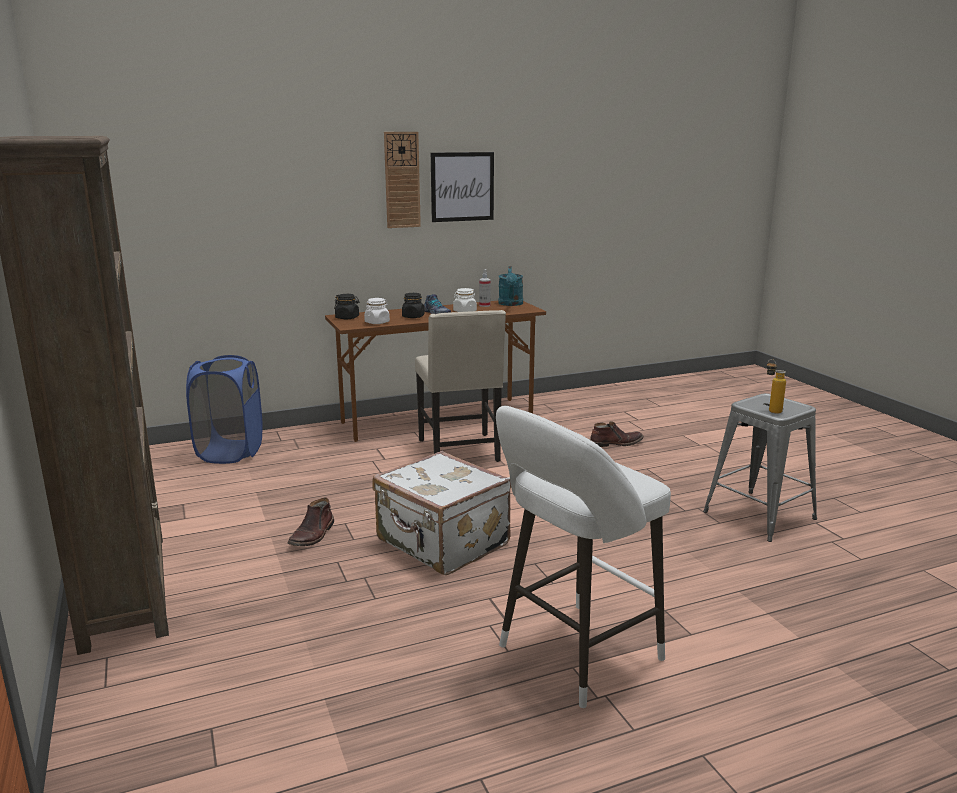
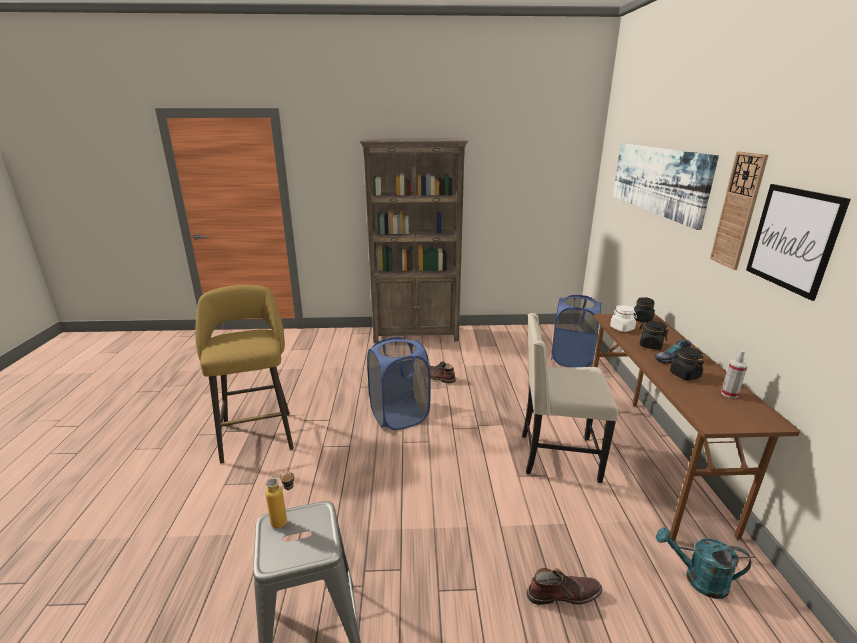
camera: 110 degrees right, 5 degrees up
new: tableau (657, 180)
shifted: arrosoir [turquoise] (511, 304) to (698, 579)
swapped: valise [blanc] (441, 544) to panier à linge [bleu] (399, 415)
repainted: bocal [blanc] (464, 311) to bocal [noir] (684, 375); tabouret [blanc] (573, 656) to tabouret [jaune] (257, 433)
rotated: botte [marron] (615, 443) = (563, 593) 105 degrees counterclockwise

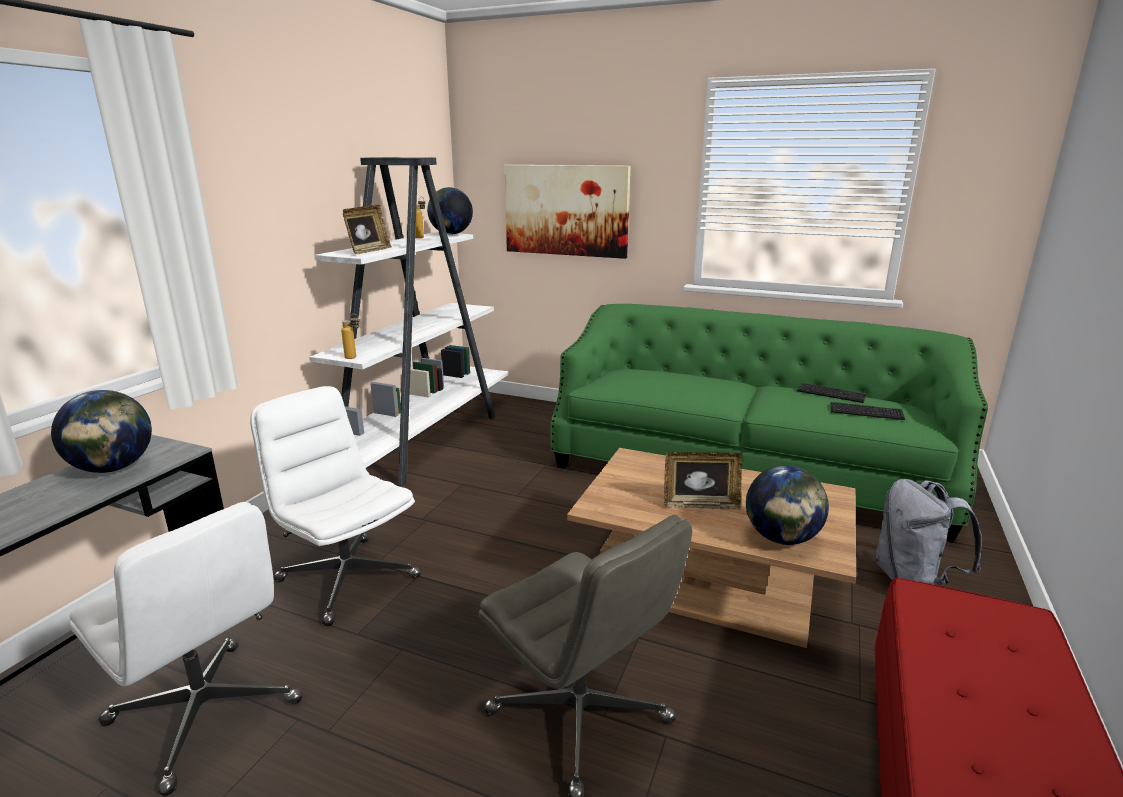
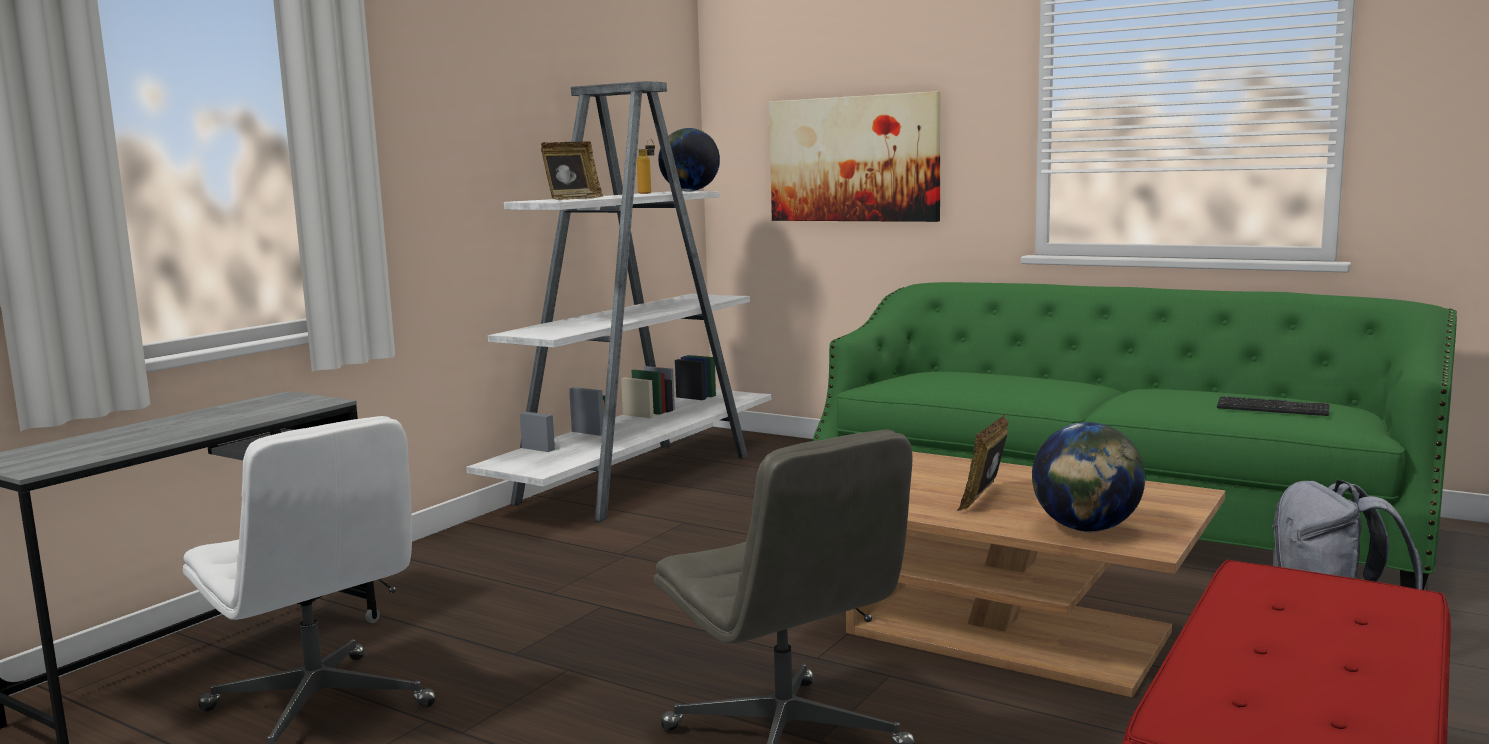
camera: 10 degrees right, 10 degrees down
gone: bouteille (354, 358); clavier (831, 394); chaise de bureau [blanc] (347, 578); globe (113, 468)
rotated: cadre photo (700, 505) = (985, 499) 105 degrees clockwise

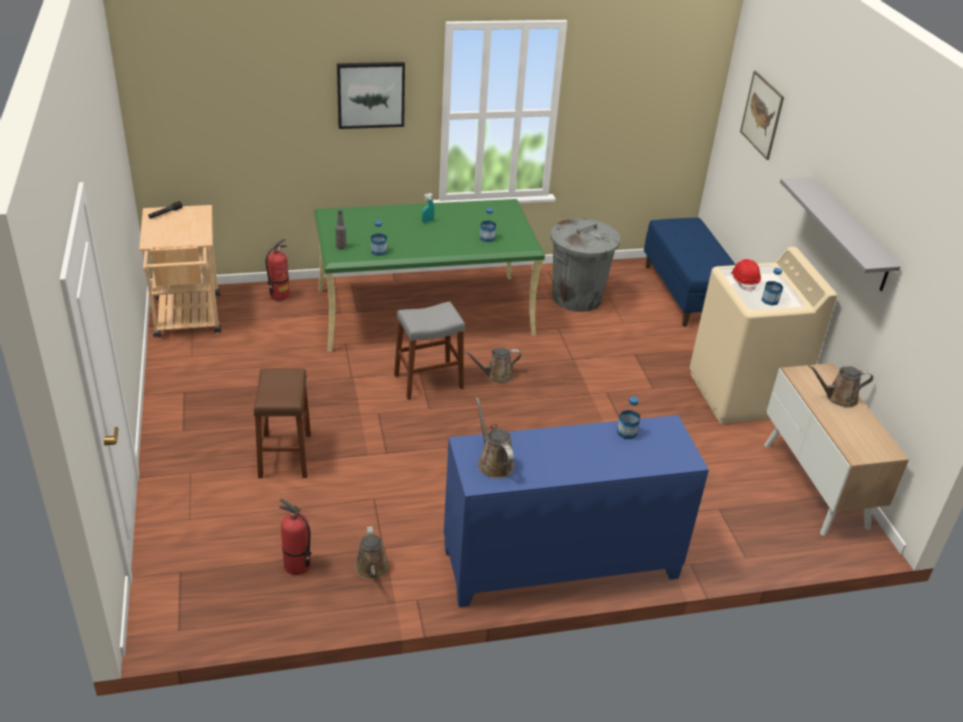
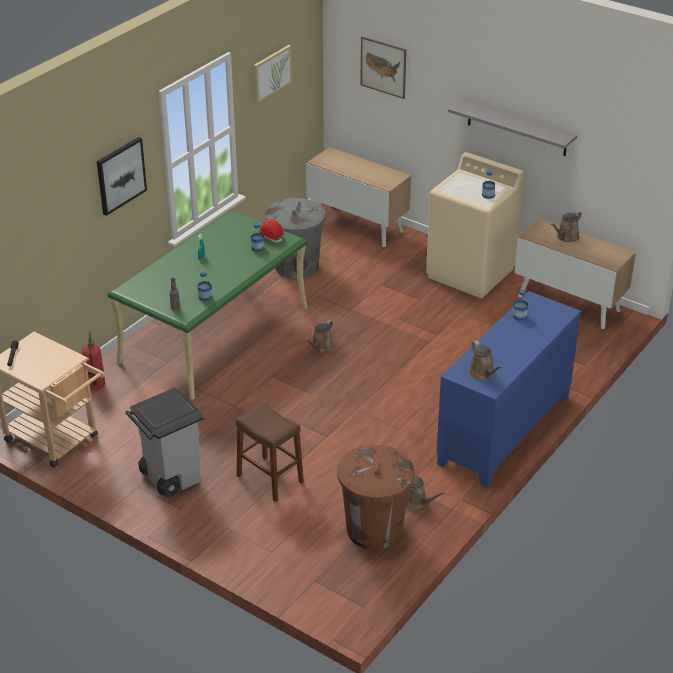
camera: 40 degrees left, 0 degrees up
gone: tabouret [gris] (428, 381)
new: tableau (271, 73); poubelle [gris] (170, 477)
shifted: casque de chantier [rouge] (744, 281) to (270, 237)
swapped: banc [bleu] (686, 293) to meuble de rangement (358, 225); extincteur (297, 565) to poubelle [marron] (374, 529)
rotated: arrosoir [marron] (493, 462) = (483, 374) 135 degrees counterclockwise

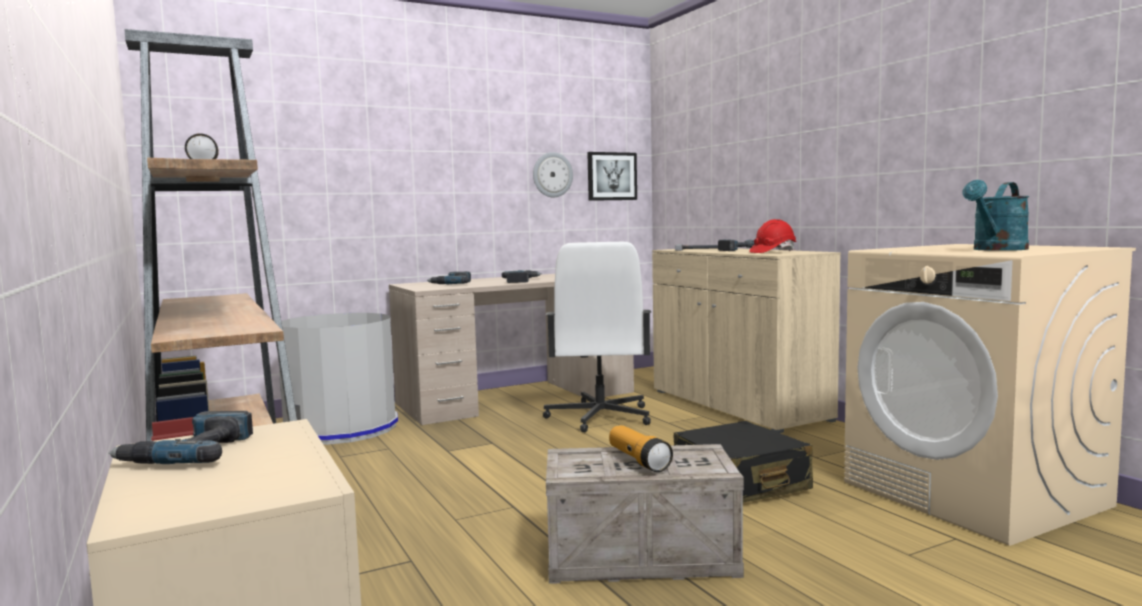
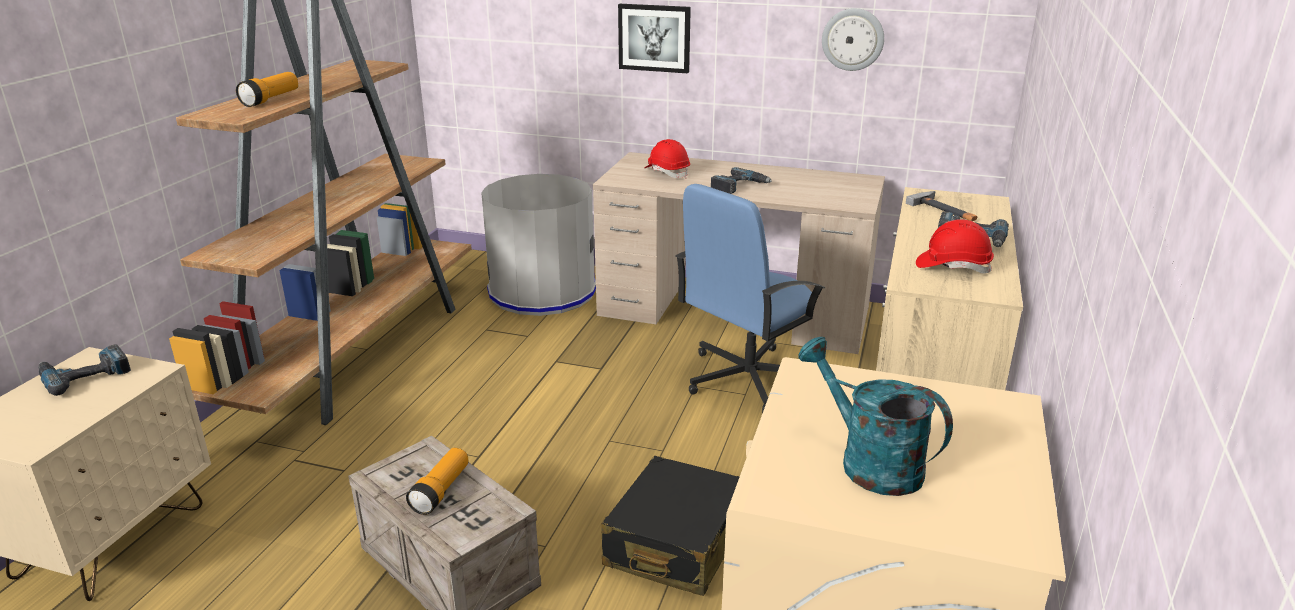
camera: 45 degrees right, 20 degrees up
shifted: tableau (611, 176) to (654, 38)
swapped: perceuse (452, 283) to casque de chantier [rouge] (667, 172)
repainted: chaise de bureau [blanc] (599, 417) to chaise de bureau [bleu] (746, 379)
rotated: arrosoir [turquoise] (996, 250) = (868, 462) 45 degrees clockwise

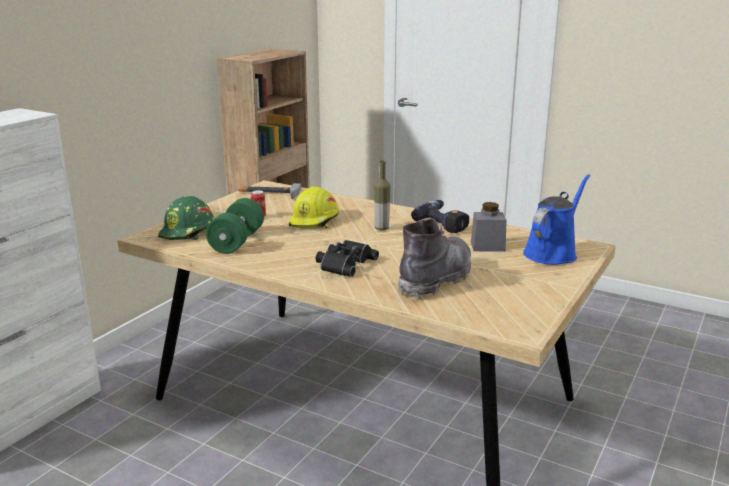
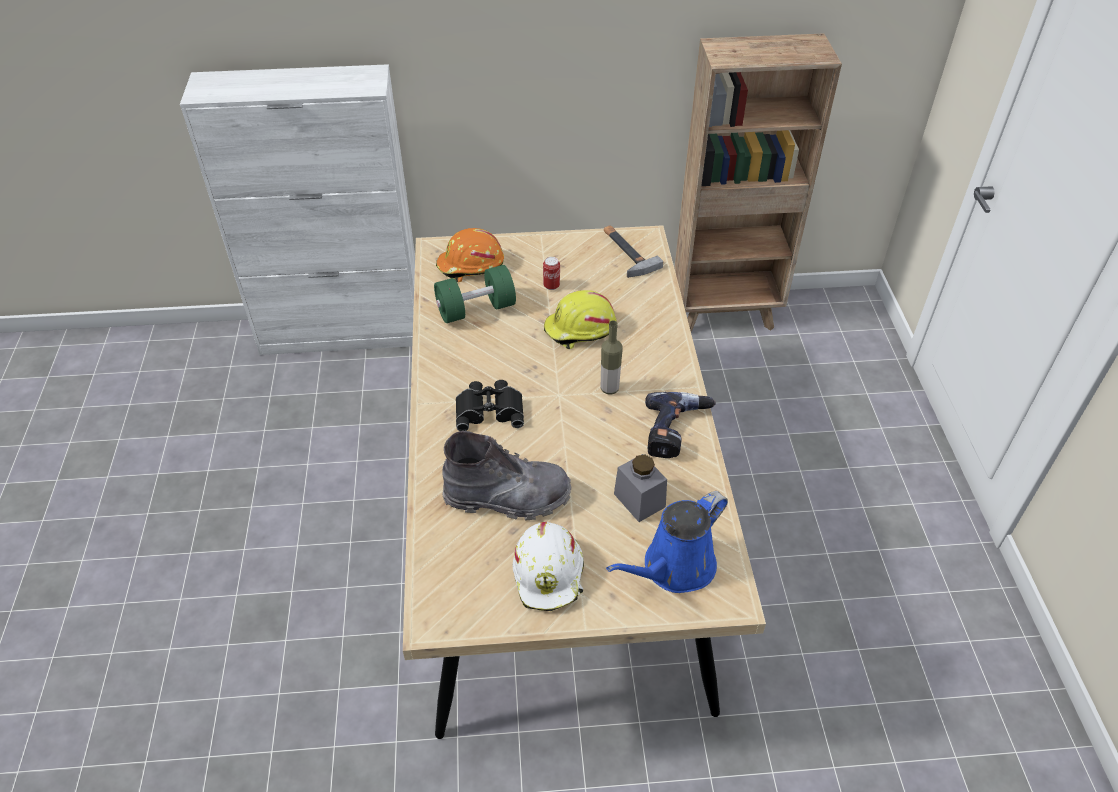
camera: 55 degrees right, 25 degrees up
new: casque de chantier [blanc] (549, 574)
repainted: casque de chantier [vert] (188, 232) to casque de chantier [orange] (470, 265)
rotated: arrosoir [bleu] (552, 253) = (674, 568) 135 degrees clockwise

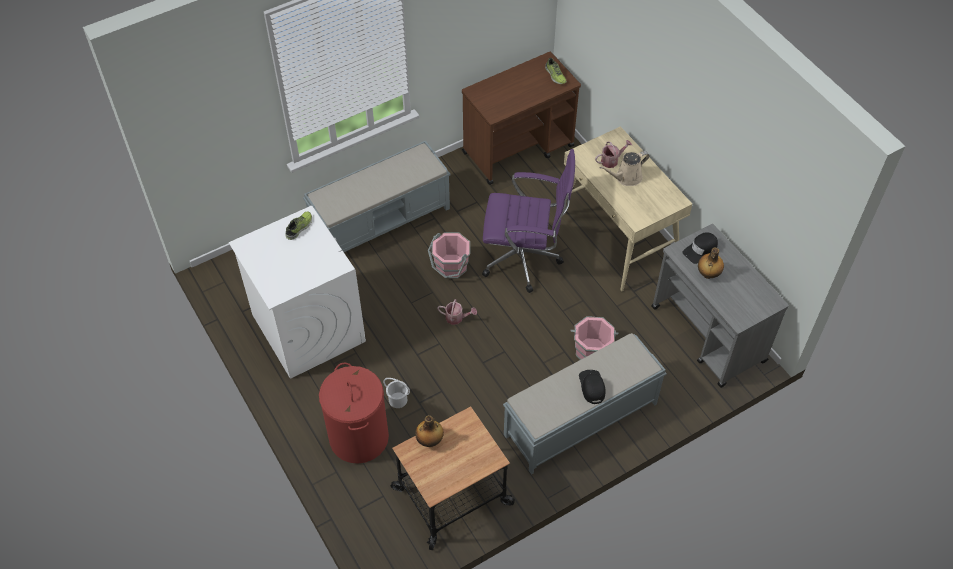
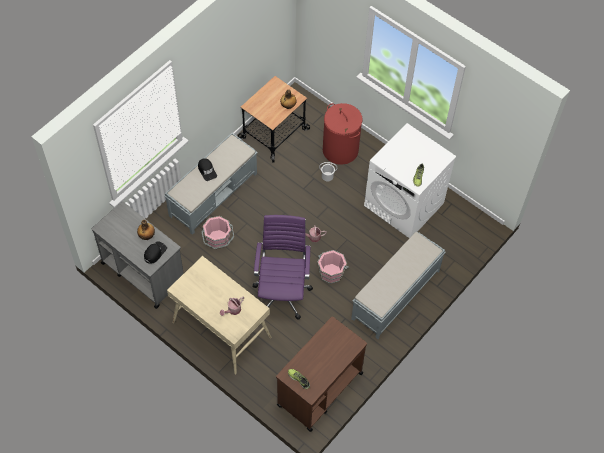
camera: 160 degrees right, 5 degrees up
gone: arrosoir [beige] (626, 178)
rotated: chaise de bureau [violet] (525, 260) = (282, 292) 105 degrees clockwise

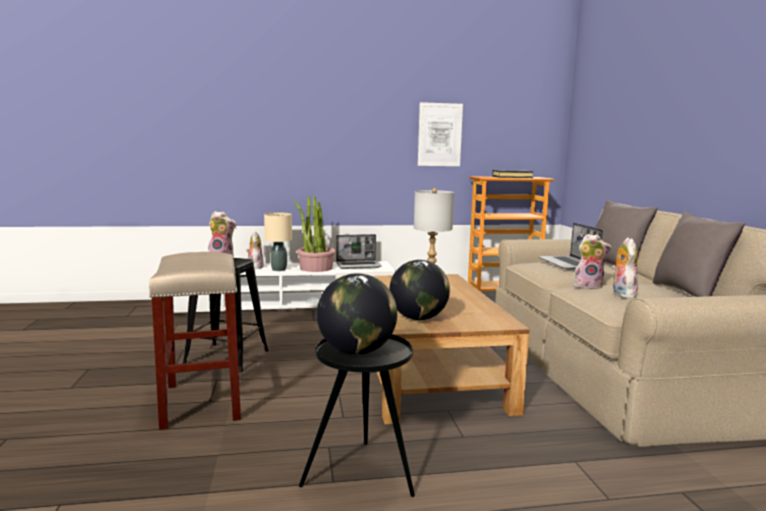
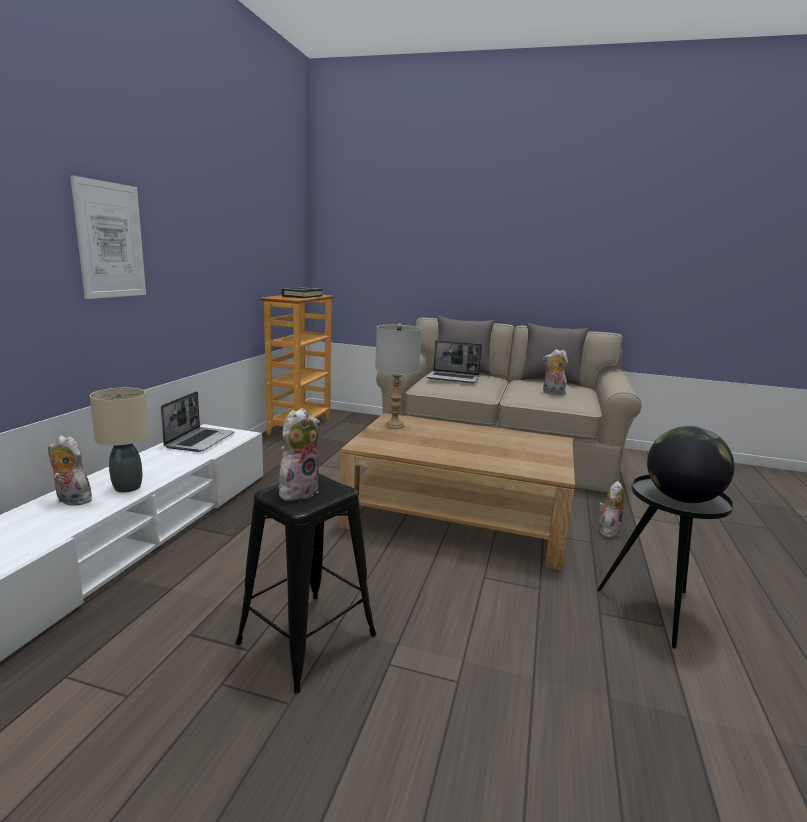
camera: 65 degrees left, 5 degrees up
gone: plante en pot (316, 268); tabouret [beige] (201, 401); globe (418, 318)
shifted: tableau (440, 134) to (110, 240); peluche (588, 286) to (607, 530)

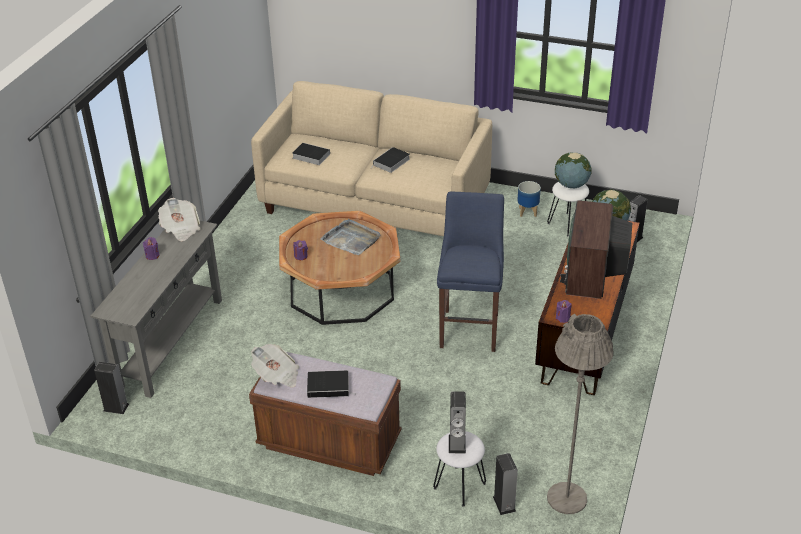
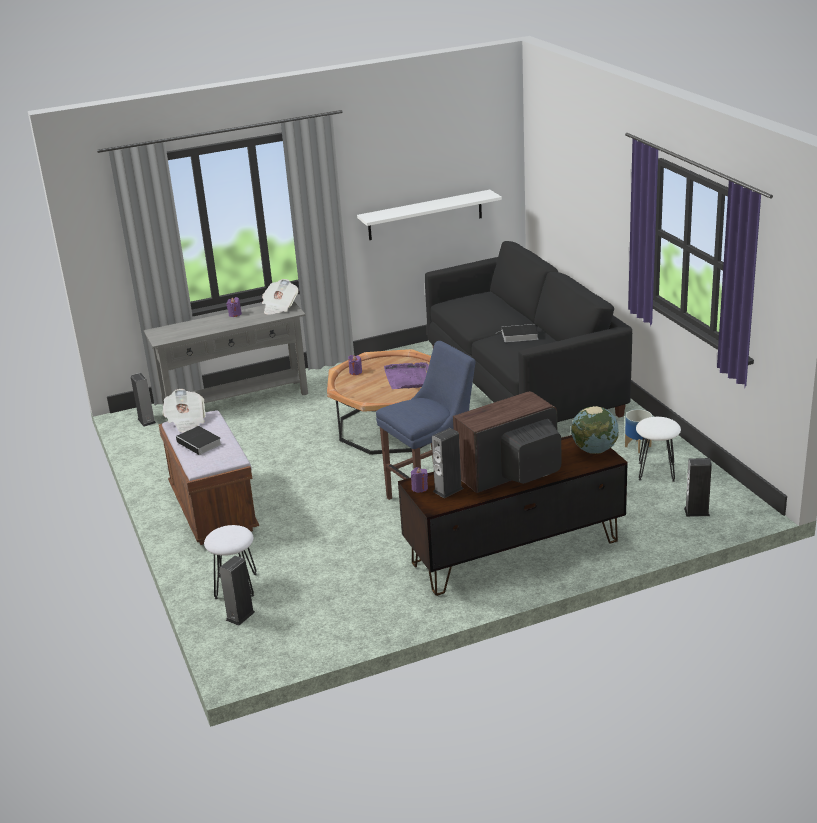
camera: 50 degrees right, 10 degrees down
gone: livre (310, 156); globe (571, 185); lampadaire [gris] (567, 498)
new: étagère [blanc] (425, 215)
shifted: enceinte (457, 444) to (448, 490)
repainted: canapé [beige] (375, 203) to canapé [noir] (523, 384); plateau [gris] (351, 239) to plateau [violet] (408, 378)

